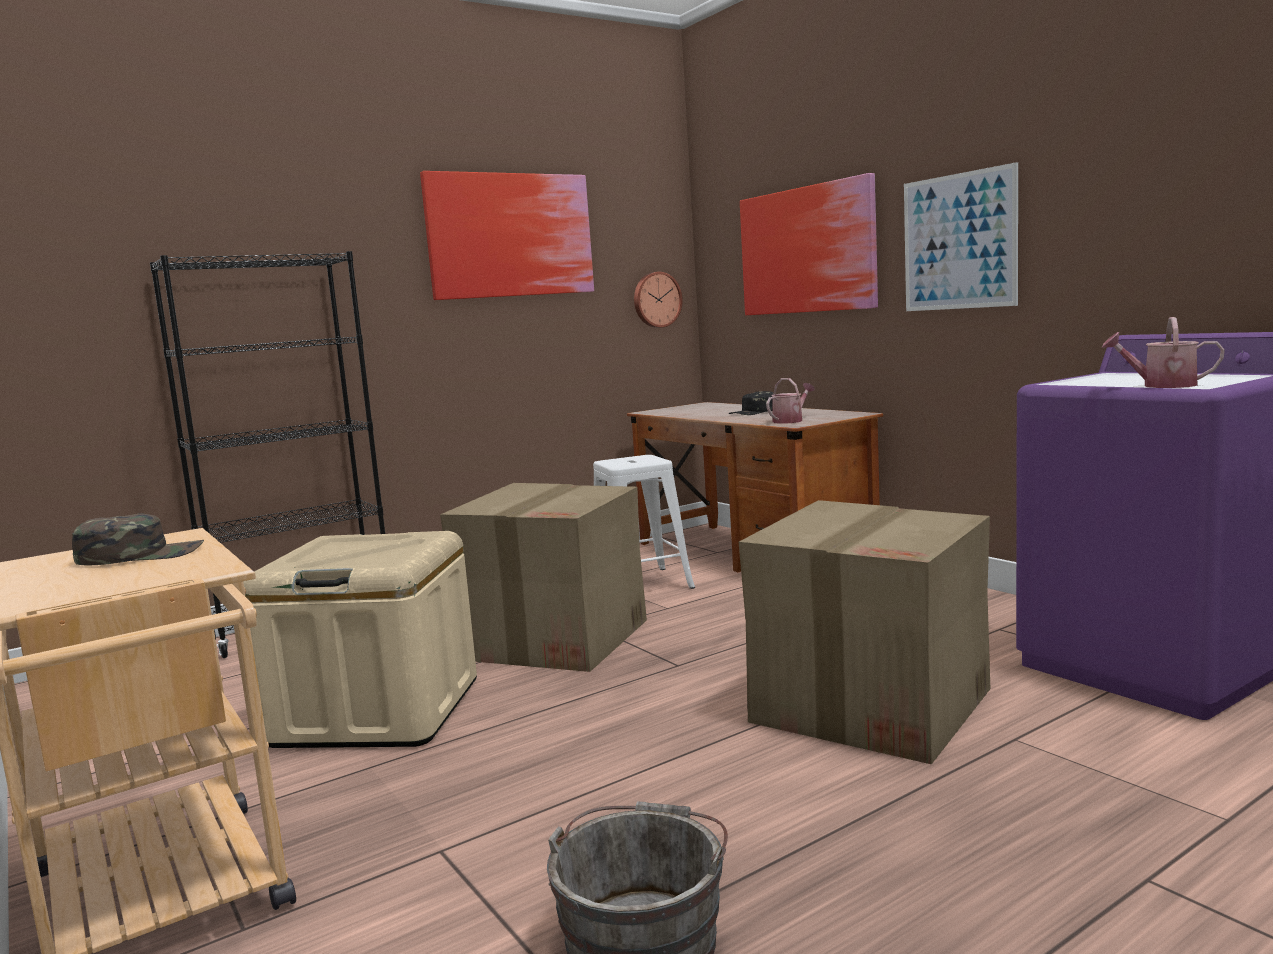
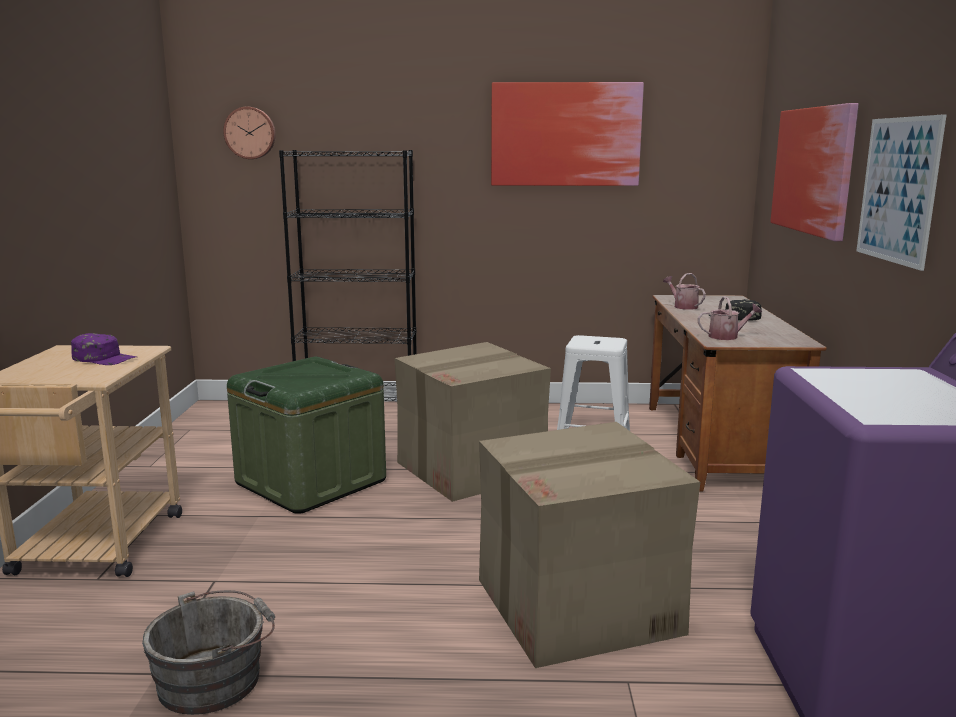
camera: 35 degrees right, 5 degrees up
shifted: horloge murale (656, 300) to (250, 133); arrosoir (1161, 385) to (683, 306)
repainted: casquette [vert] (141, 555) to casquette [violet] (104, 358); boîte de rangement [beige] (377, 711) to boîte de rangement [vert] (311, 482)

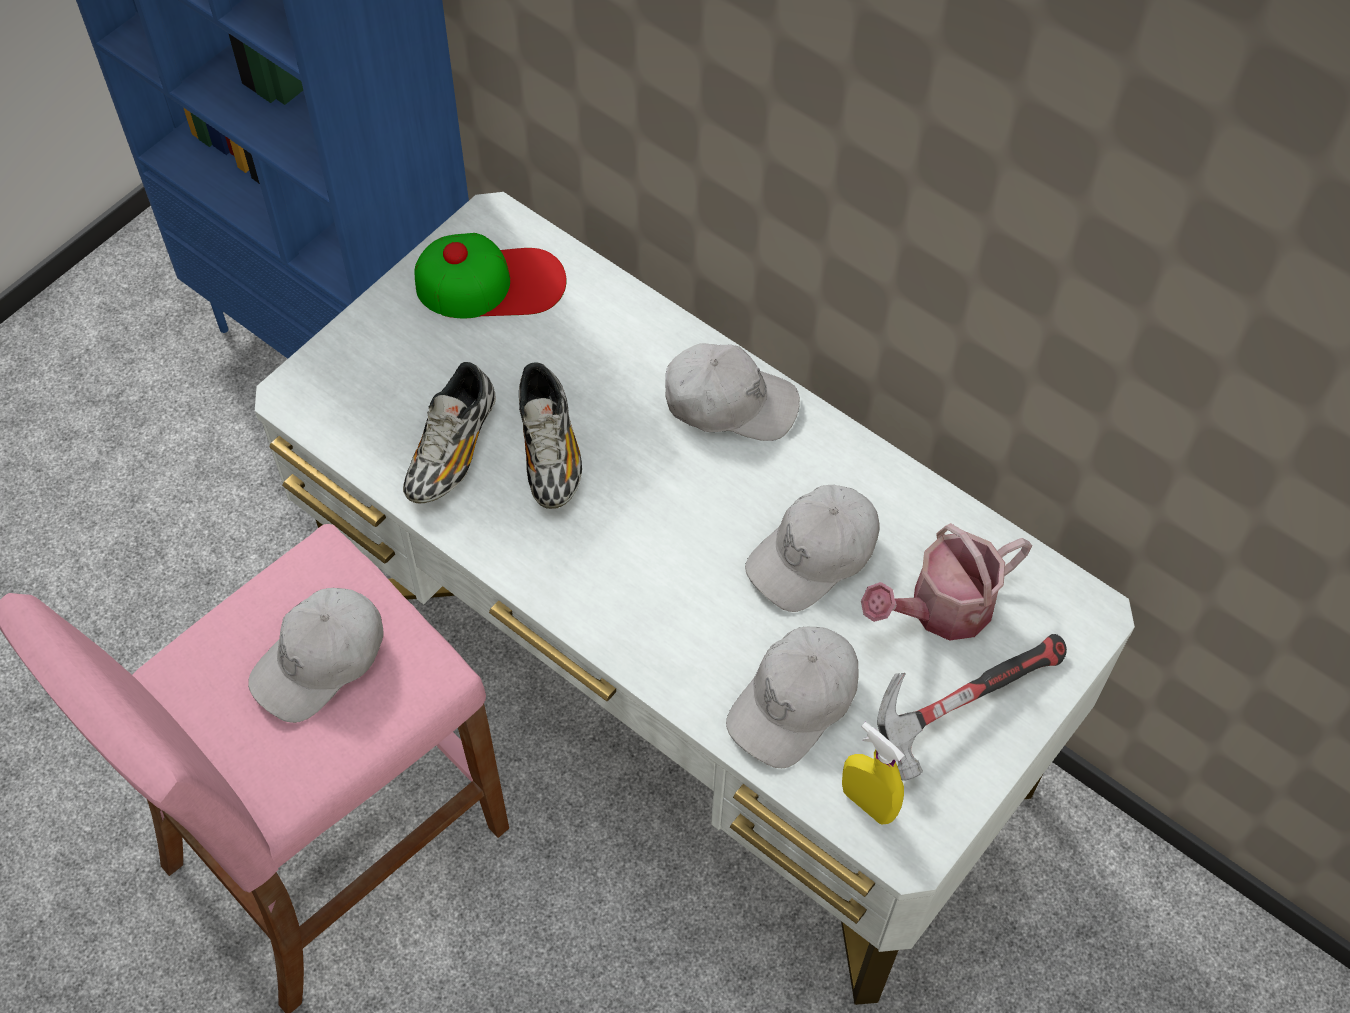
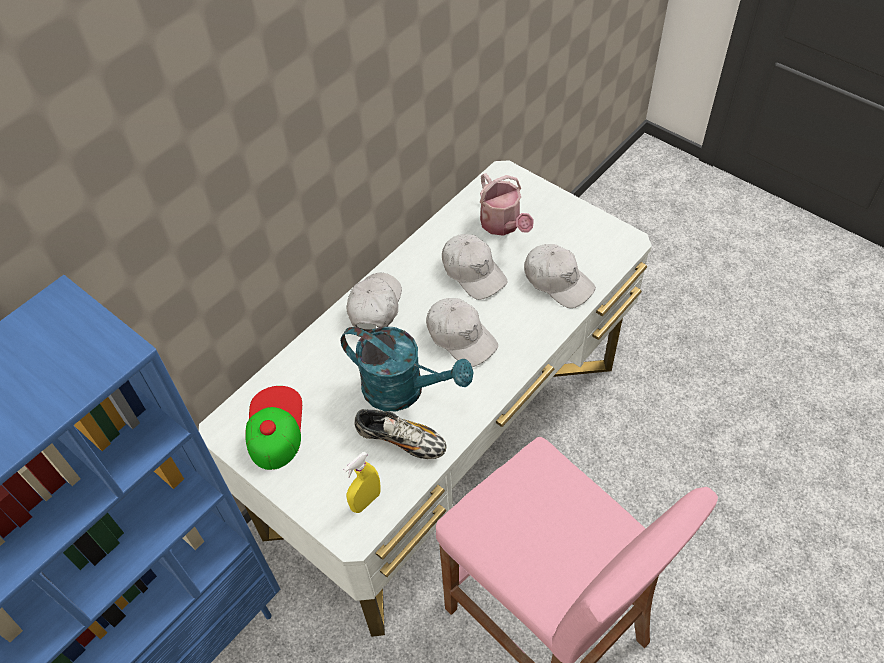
camera: 85 degrees left, 5 degrees down
gone: marteau (962, 707)
shifted: casquette [blanc] (321, 661) to (461, 337); vaporisateur [jaune] (867, 803) to (366, 501)
swapped: chaussure (549, 451) to arrosoir [turquoise] (404, 390)

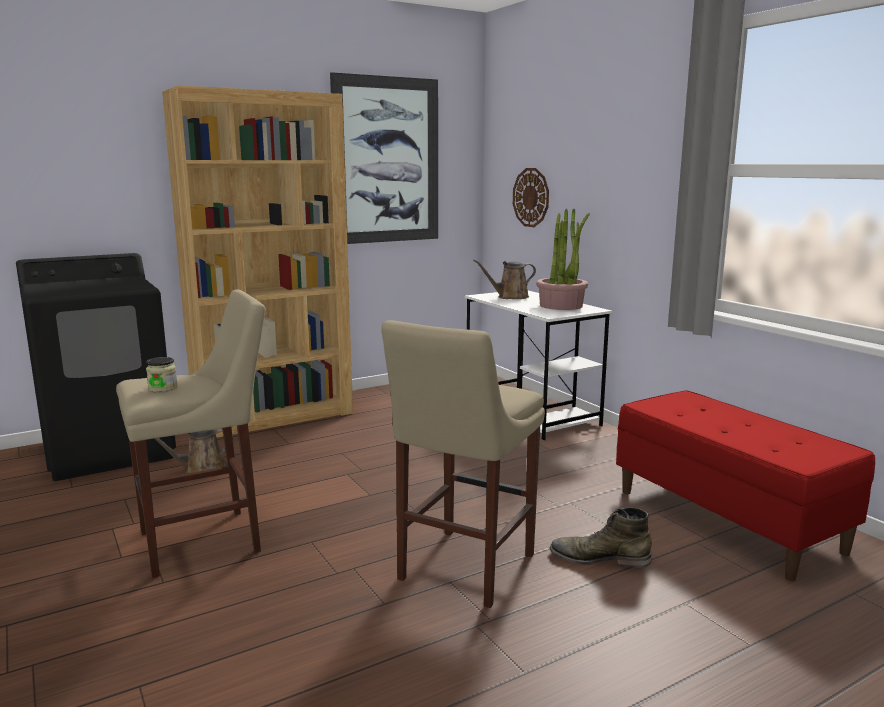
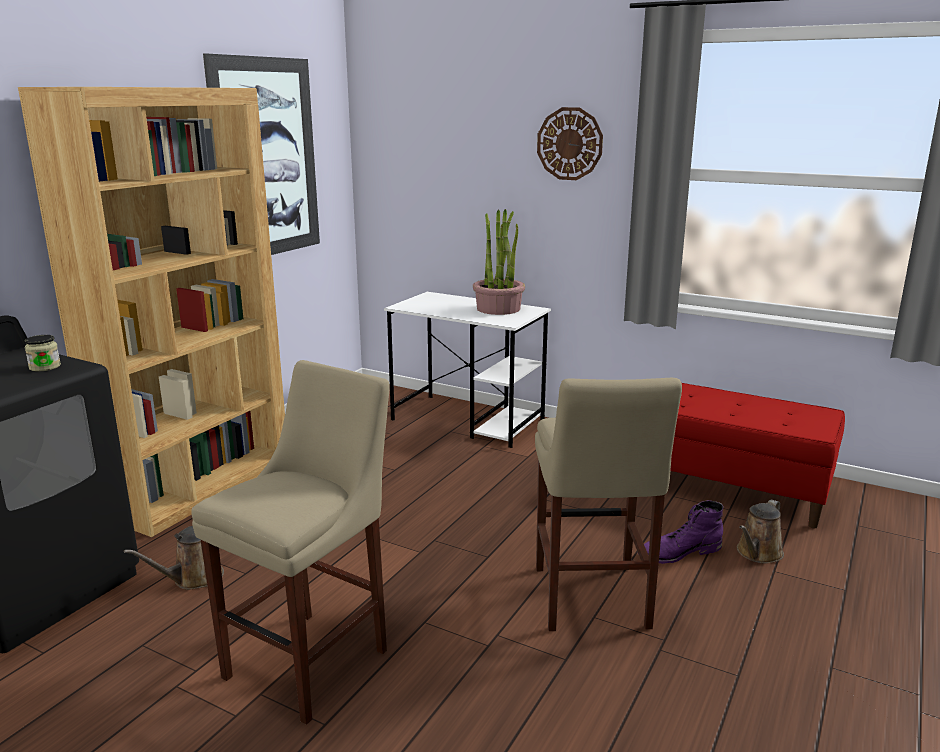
camera: 30 degrees left, 5 degrees up
shifted: horloge murale (531, 197) to (569, 144); arrosoir [marron] (510, 297) to (758, 553); bocal (163, 388) to (45, 367)
repainted: botte [vert] (599, 558) to botte [violet] (679, 552)

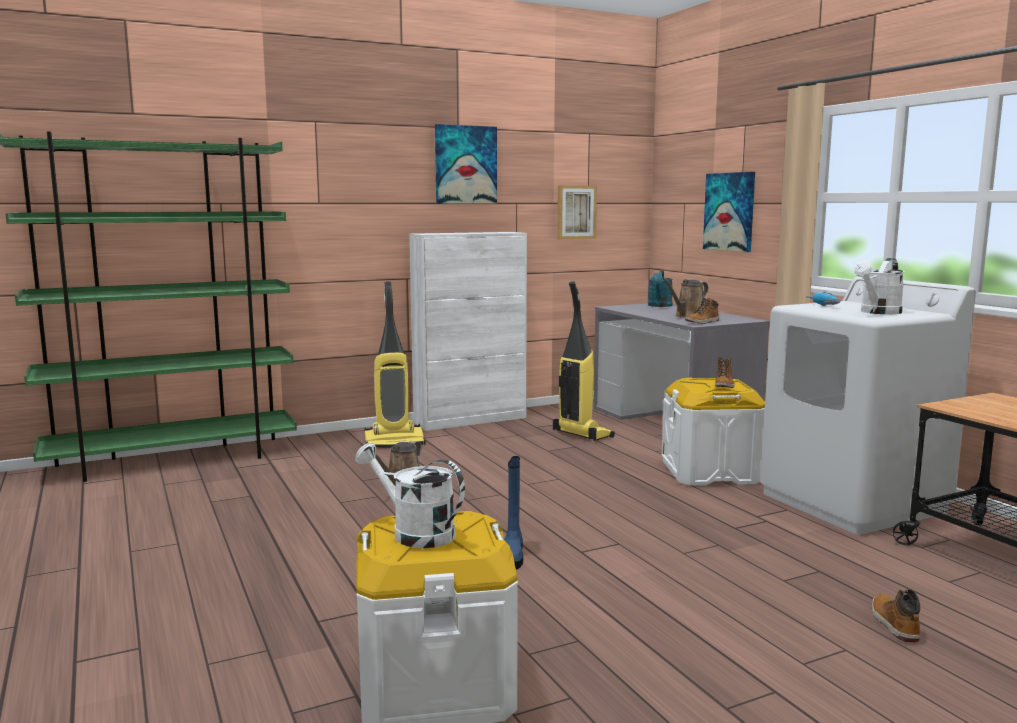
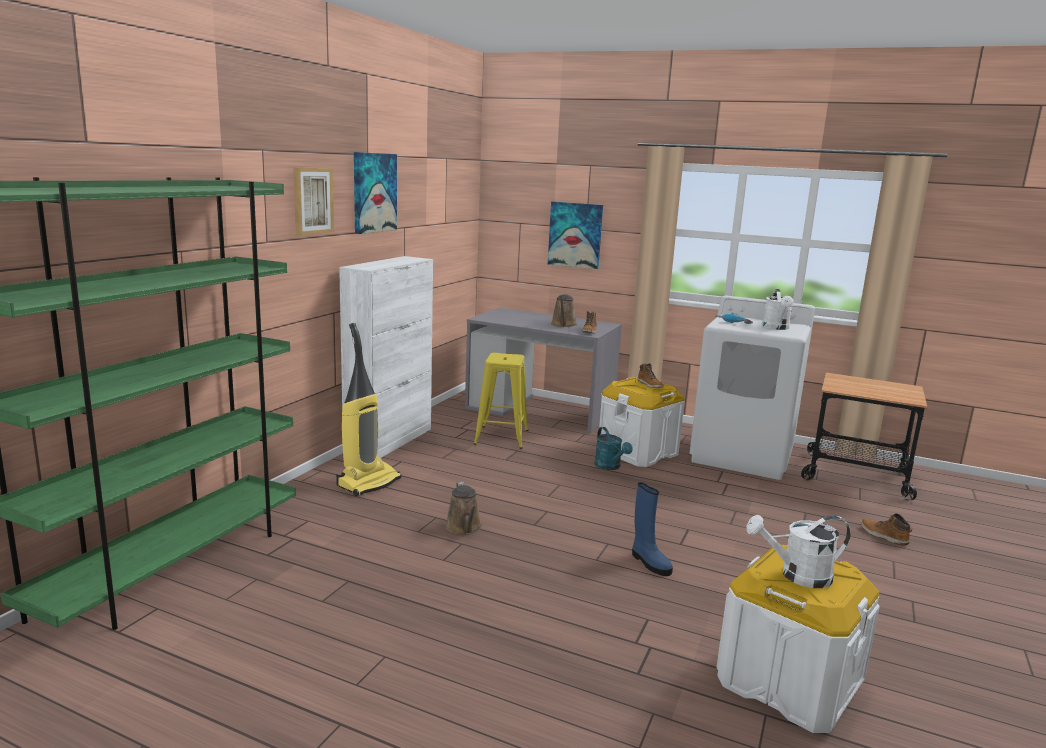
camera: 40 degrees left, 5 degrees up
shifted: tableau (576, 212) to (312, 201); arrosoir [turquoise] (659, 306) to (610, 467)
swapped: aspirateur (581, 434) to tabouret [jaune] (501, 437)

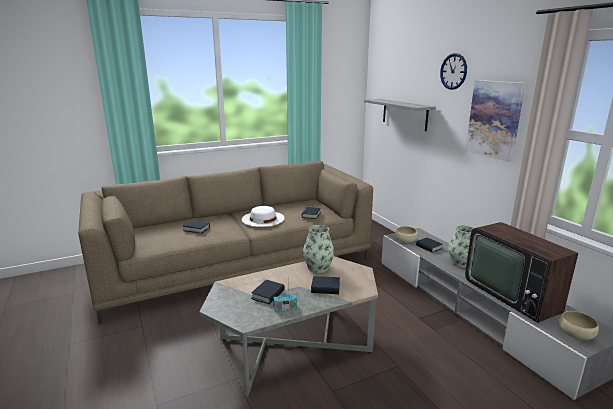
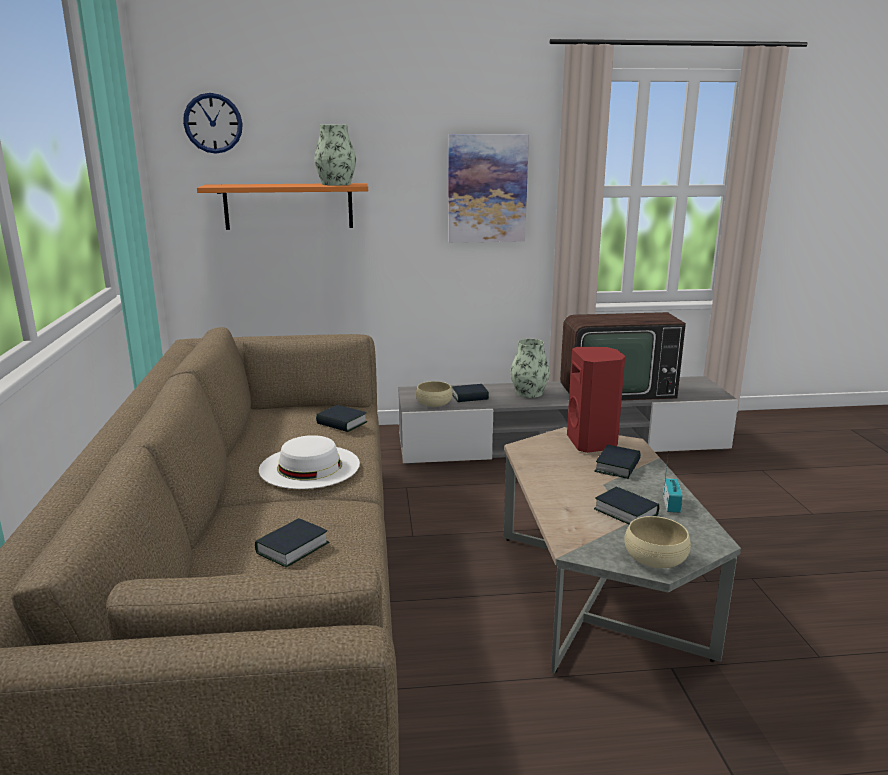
camera: 70 degrees left, 0 degrees up
new: enceinte [rouge] (593, 443)
shifted: horloge murale (453, 71) to (213, 123); vase (318, 267) to (336, 184); bol [beige] (576, 333) to (655, 558)
repainted: étagère [gris] (404, 114) to étagère [orange] (288, 206)

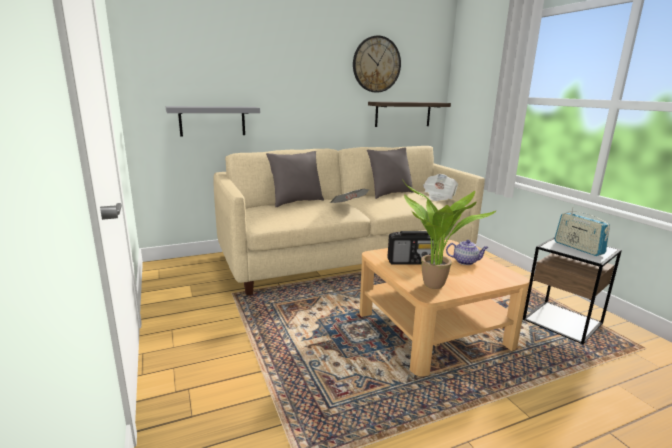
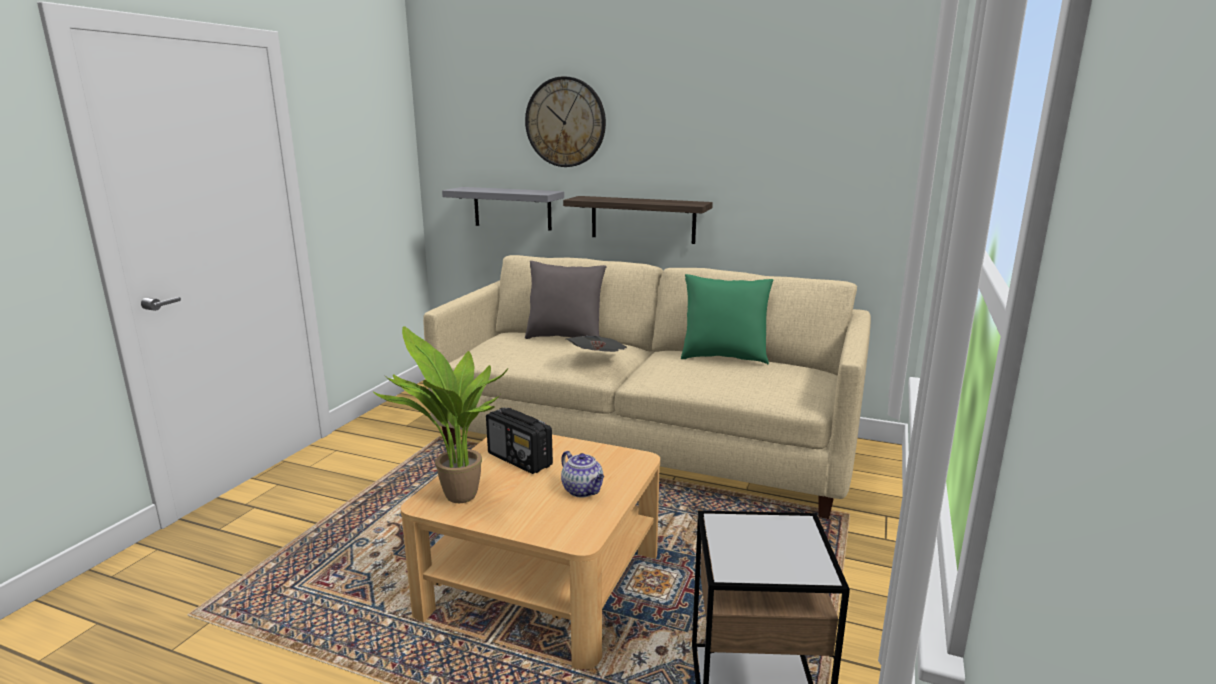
camera: 45 degrees right, 0 degrees up
gone: journal (438, 197); radio (578, 248)
shifted: horloge murale (376, 64) to (565, 122); étagère (403, 114) to (642, 219)
repainted: coussin [gris] (389, 194) to coussin [vert] (724, 357)

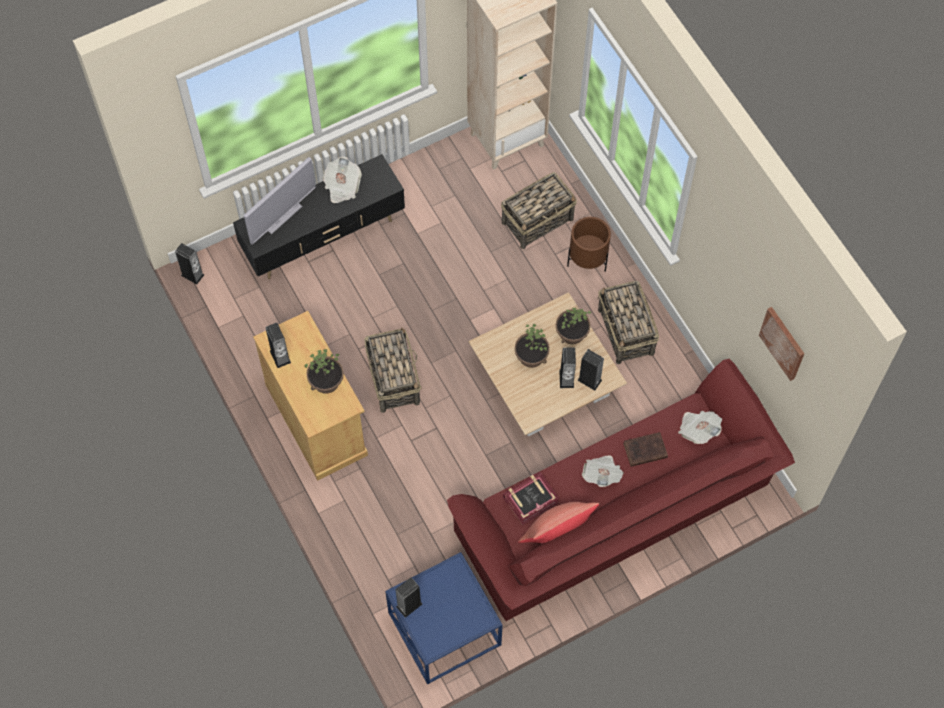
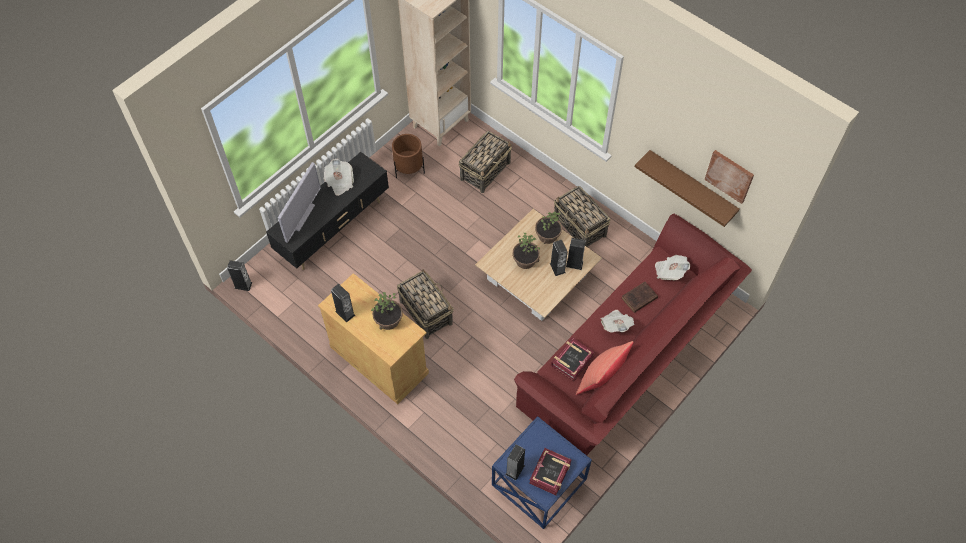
camera: 20 degrees left, 5 degrees down
new: étagère [marron] (691, 186); livre (550, 473)
shifted: cache-pot [marron] (587, 259) to (409, 169)

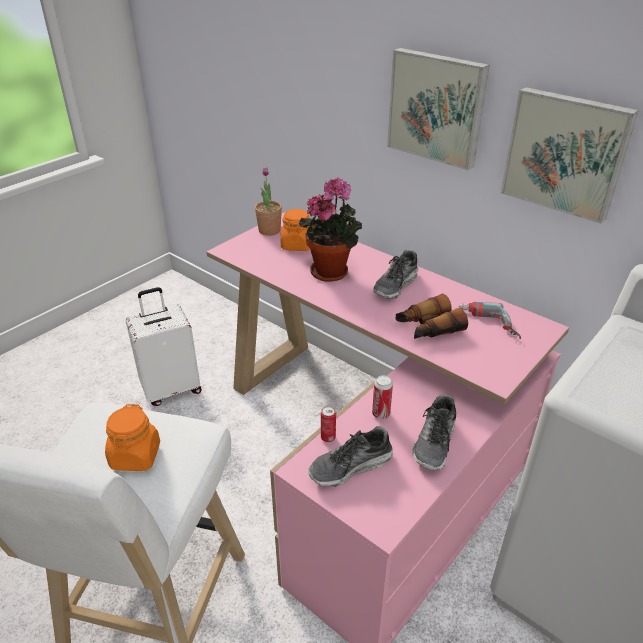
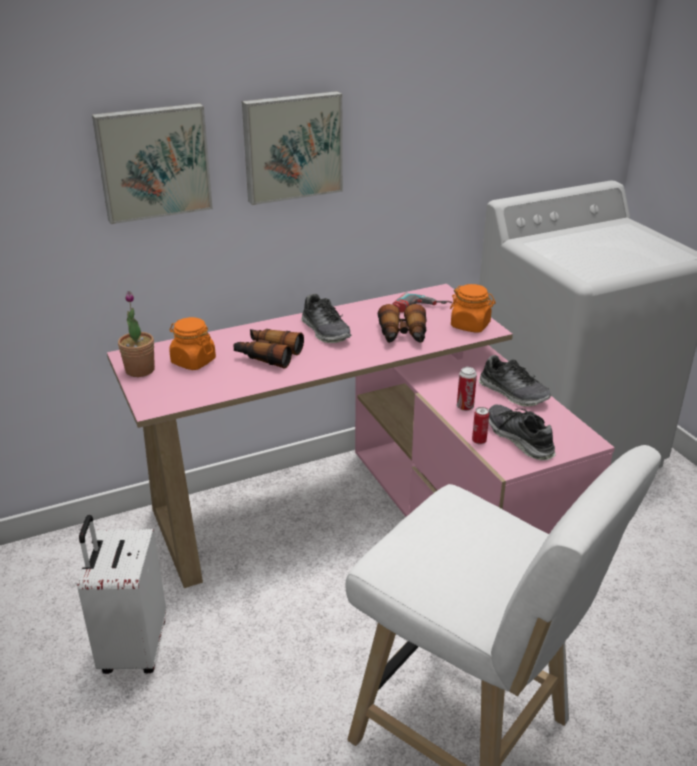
camera: 65 degrees left, 5 degrees down
shifted: tableau (566, 153) to (153, 162); bocal [orange] (135, 456) to (470, 325)
swapped: plante en pot (332, 271) to jumelles (267, 355)
rotated: chaussure (350, 467) = (519, 439) 150 degrees clockwise

